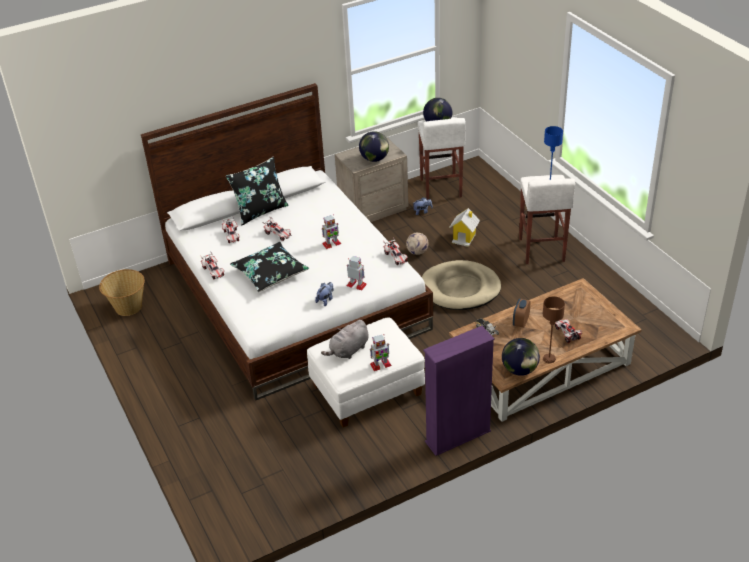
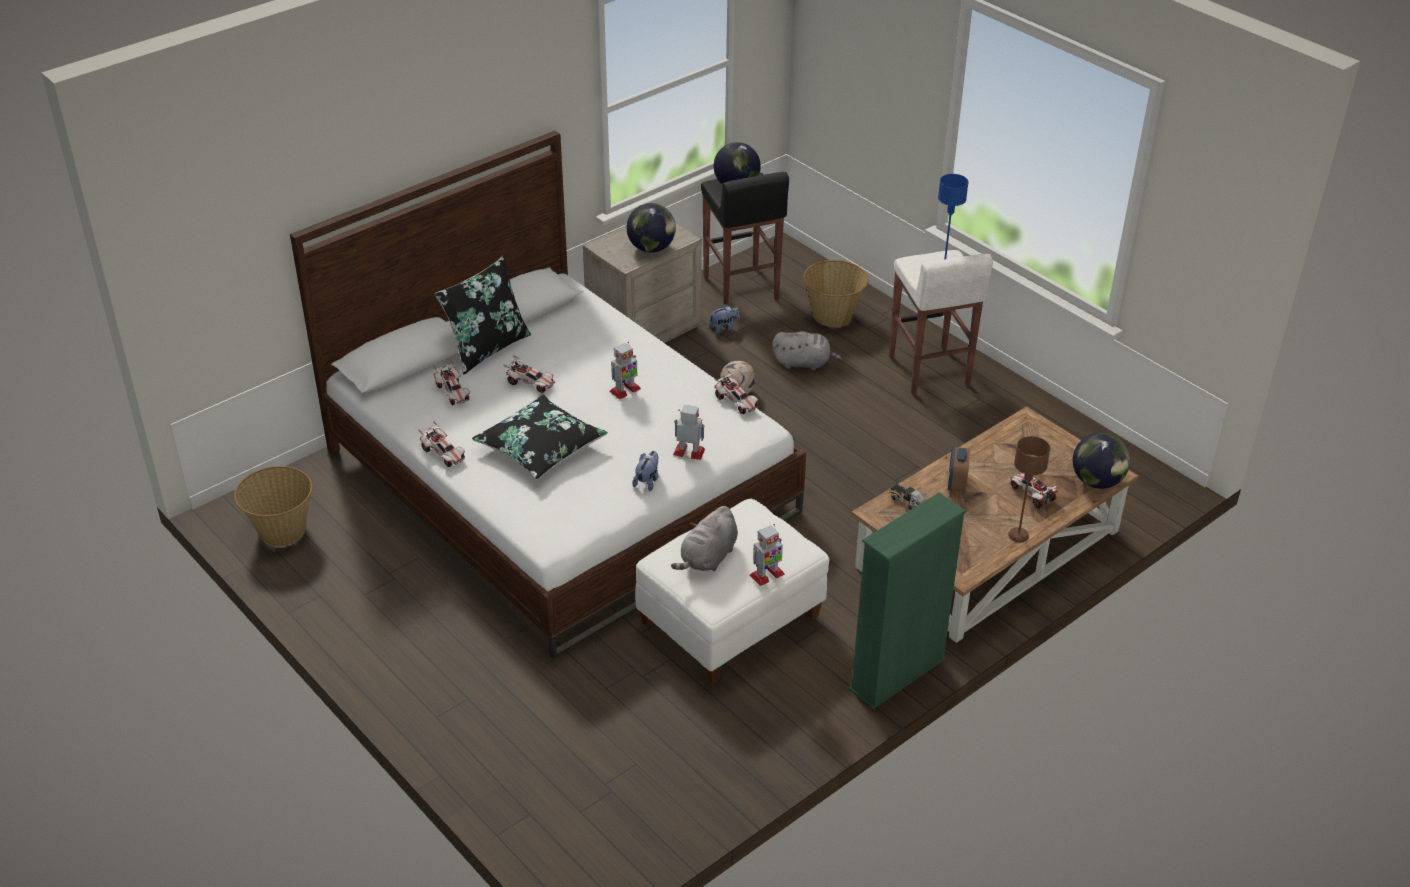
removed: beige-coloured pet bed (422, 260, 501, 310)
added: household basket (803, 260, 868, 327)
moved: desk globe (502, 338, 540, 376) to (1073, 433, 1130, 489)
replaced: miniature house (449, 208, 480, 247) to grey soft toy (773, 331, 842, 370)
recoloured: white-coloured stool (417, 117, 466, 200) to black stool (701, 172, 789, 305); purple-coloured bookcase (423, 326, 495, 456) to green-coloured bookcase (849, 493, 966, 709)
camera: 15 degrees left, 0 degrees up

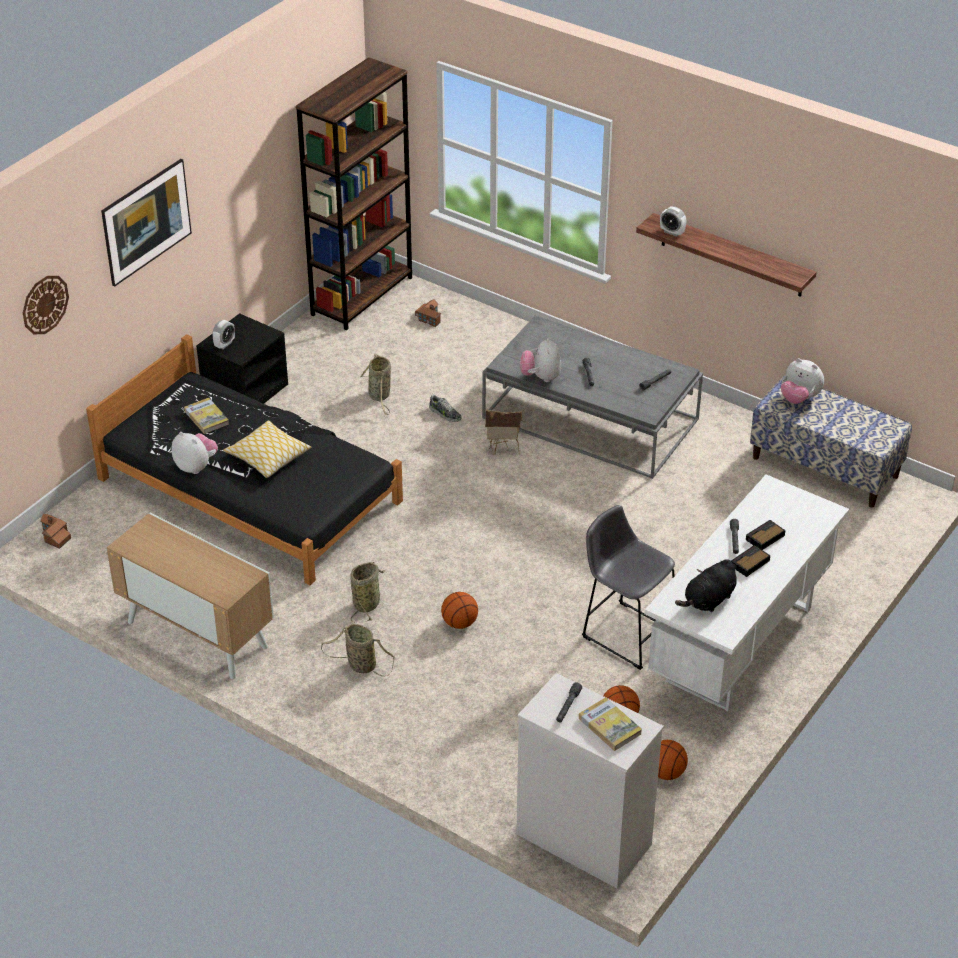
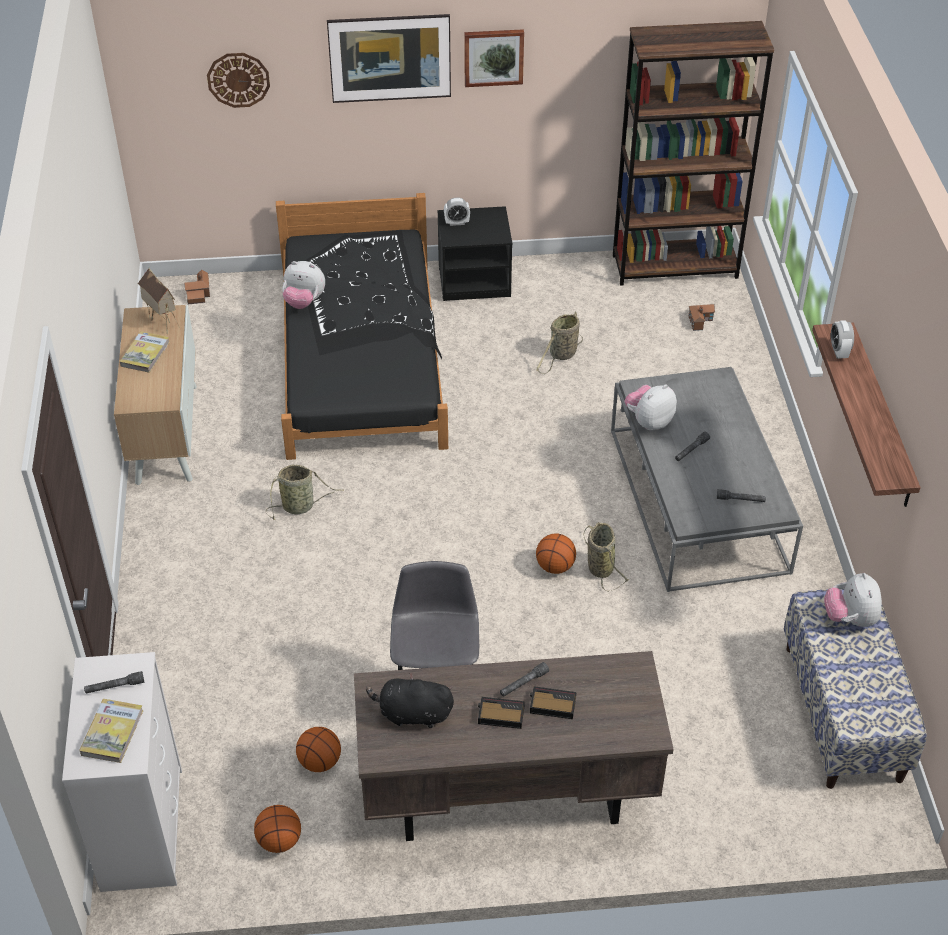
removed: shoe (429, 394, 462, 422); cushion (223, 420, 311, 478)
added: wall picture (464, 29, 524, 87)
moved: bound book (184, 398, 229, 434) to (120, 331, 170, 373); miniature house (485, 410, 522, 455) to (137, 268, 180, 334); basketball (441, 592, 478, 629) to (536, 534, 576, 574); household basket (321, 624, 395, 677) to (583, 522, 629, 591)
recoloured: white-coloured desk table (645, 474, 849, 711) to brown desk table (354, 651, 674, 841)
turned: soft toy (171, 432, 218, 474) = (282, 261, 325, 309) 105 degrees clockwise
camera: 50 degrees right, 5 degrees up

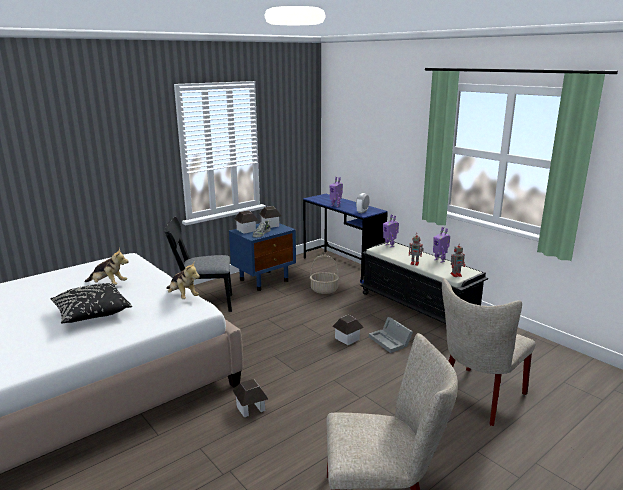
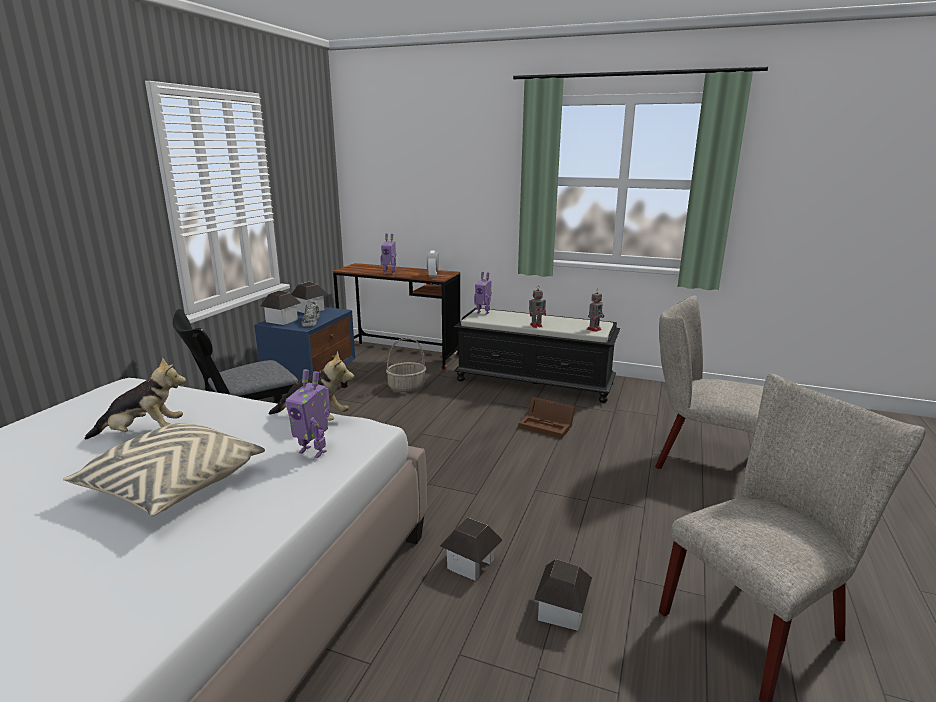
moved: robot figure (433, 227, 450, 263) to (286, 370, 330, 458); miniature house (332, 315, 364, 345) to (534, 559, 592, 631)
recoloured: bluish desk table (303, 194, 388, 284) to brown desk table (333, 263, 460, 370); black cushion (50, 283, 132, 324) to beige-coloured cushion (63, 423, 265, 516); grey storage bin (369, 317, 413, 353) to brown storage bin (519, 397, 576, 439)
turned: beige-coloured upright chair (442, 278, 535, 426) = (655, 295, 764, 469) 105 degrees clockwise
camera: 30 degrees left, 0 degrees up

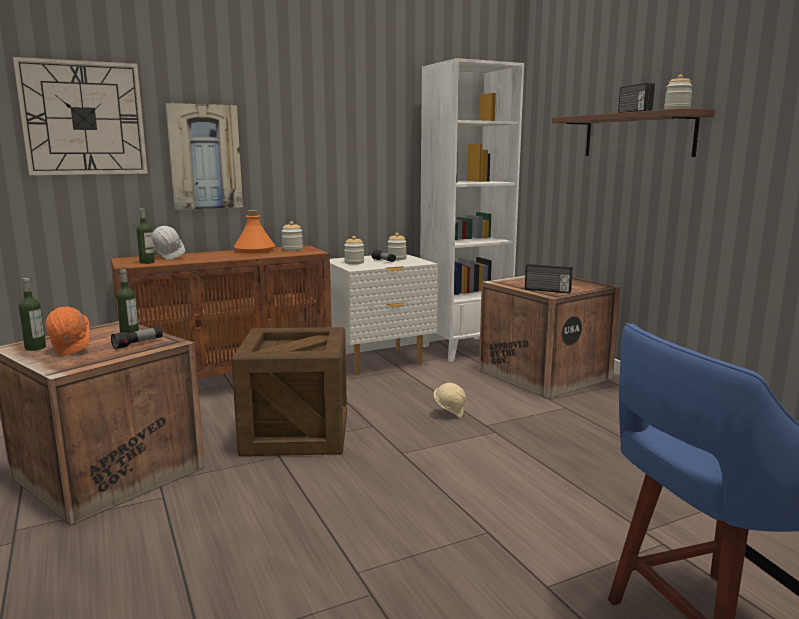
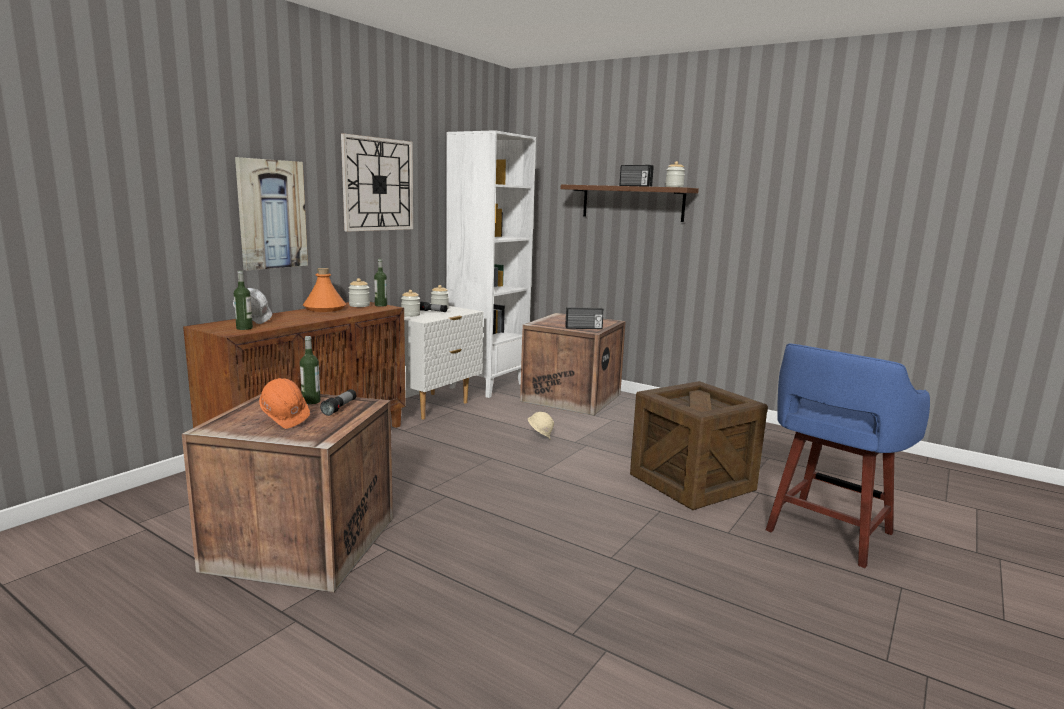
moved: clock on the wall (13, 57, 148, 175) to (341, 133, 413, 232); drink bottle (18, 278, 46, 351) to (374, 259, 387, 307); crate (231, 327, 347, 456) to (630, 381, 768, 510)
camera: 30 degrees left, 0 degrees up

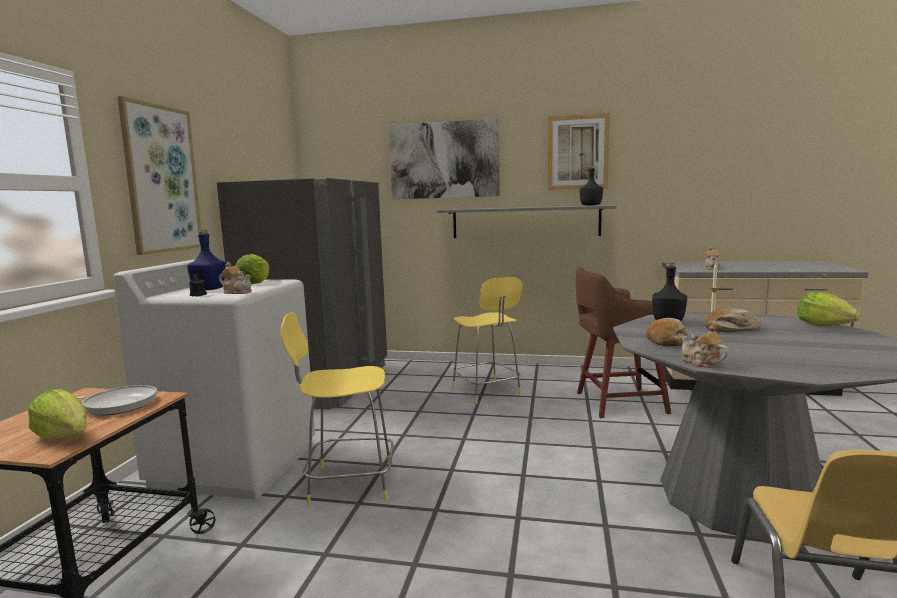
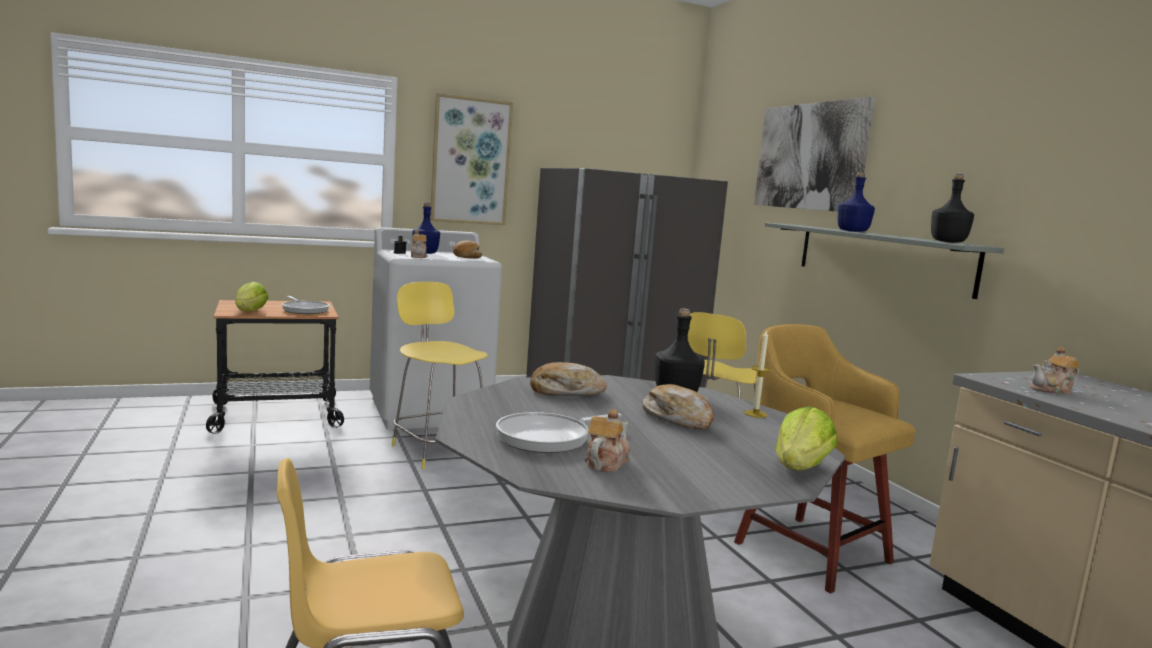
removed: wall picture (548, 113, 610, 190)
added: bluish drink bottle (838, 172, 875, 232); frying pan (496, 412, 622, 453)
moved: pot for tea (681, 325, 729, 368) to (585, 409, 630, 472)
replaced: head of lettuce (236, 254, 270, 284) to baked bread (453, 240, 482, 259)
recoloured: brown stool (576, 268, 671, 418) to yellowish stool (734, 324, 916, 593)
camera: 55 degrees right, 0 degrees up

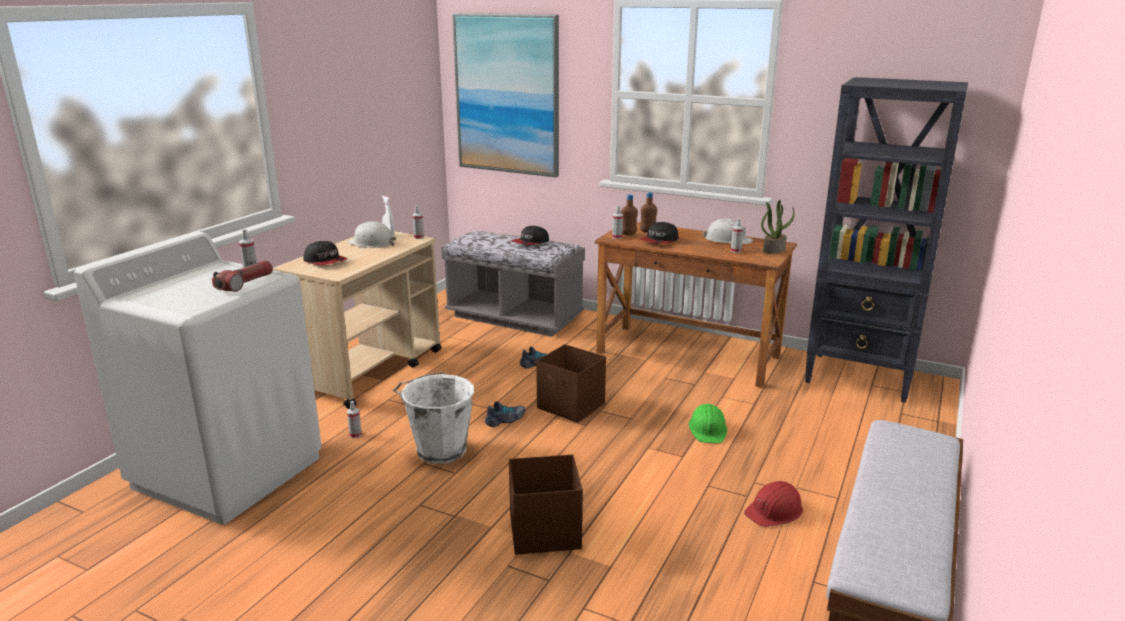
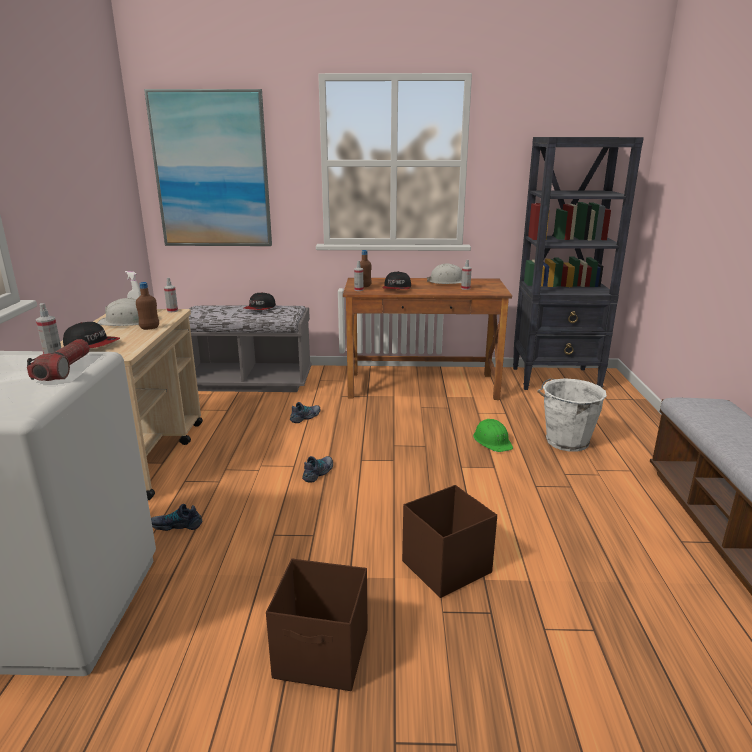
removed: houseplant (761, 200, 794, 254); red-coloured work helmet (744, 481, 803, 527)
moved: brown drink bottle (640, 192, 657, 233) to (136, 282, 159, 330); brown storage bin (536, 344, 606, 423) to (266, 559, 367, 691); white-coloured bucket (393, 372, 474, 464) to (537, 378, 607, 452)
replaced: sprayer (347, 401, 362, 438) to shoe (151, 504, 202, 531)
camera: 25 degrees left, 0 degrees up

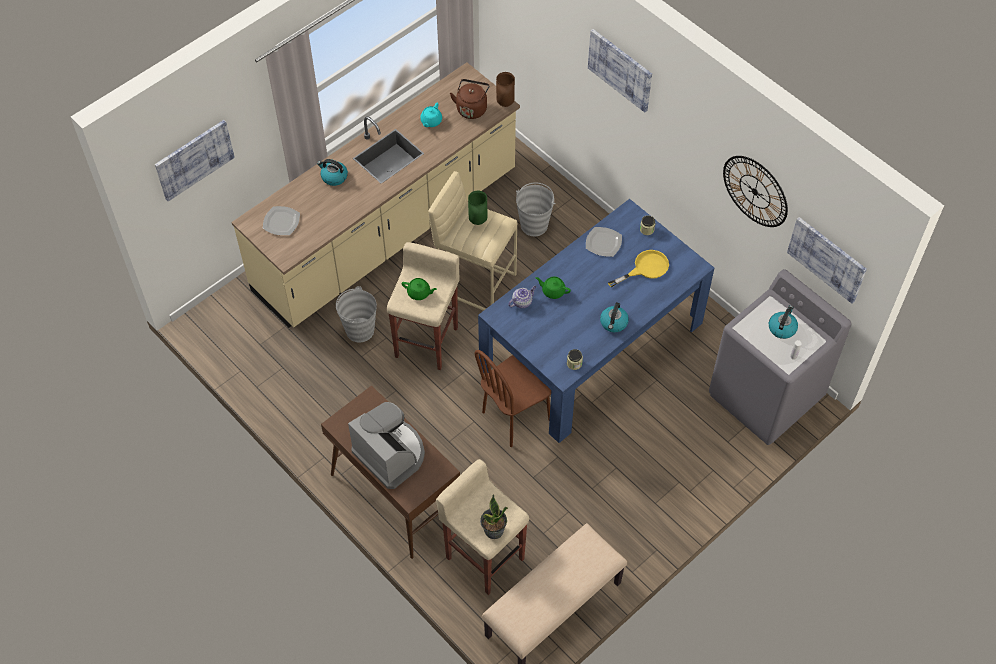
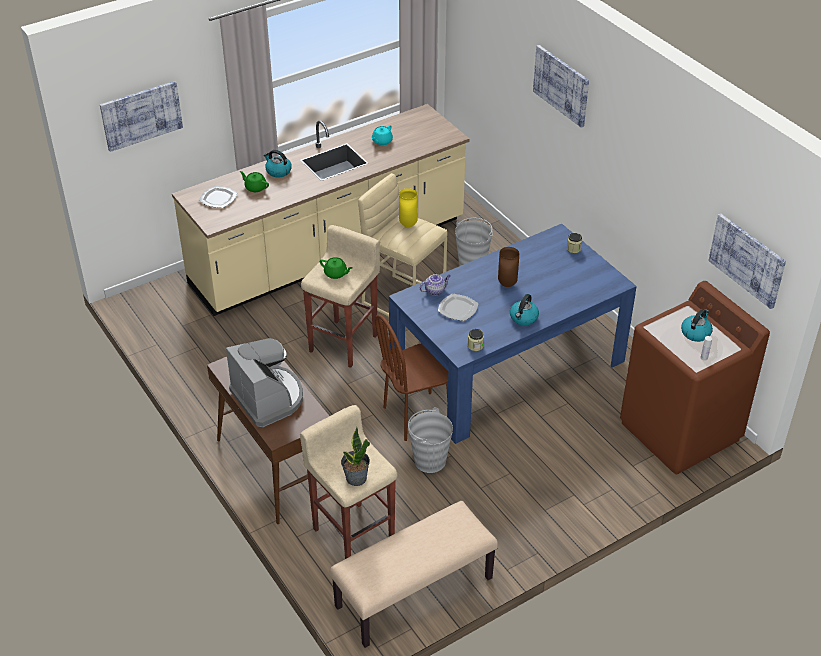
removed: brown tea kettle (450, 79, 490, 119); clock on the wall (723, 156, 788, 227); yellowish frying pan (608, 250, 669, 287)
moved: brown vase (496, 72, 515, 107) to (498, 247, 519, 287); flat dish (586, 227, 622, 257) to (438, 294, 479, 321); green-coloured pot for tea (535, 276, 571, 299) to (240, 171, 269, 192); grey bucket (336, 286, 377, 343) to (408, 407, 453, 473)
recoloured: green-coloured vase (468, 191, 487, 225) to yellowish vase (399, 188, 418, 227); grey laundry appliance (709, 269, 852, 445) to brown laundry appliance (620, 281, 770, 474)
camera: 10 degrees right, 15 degrees down

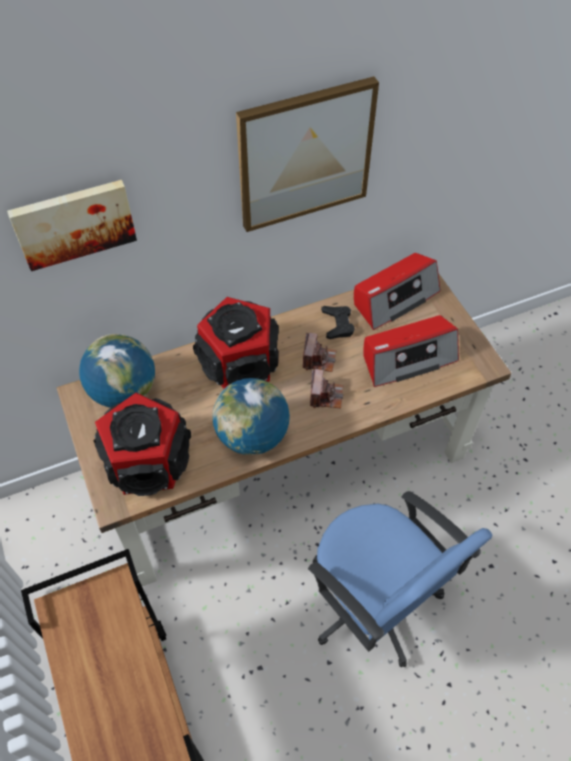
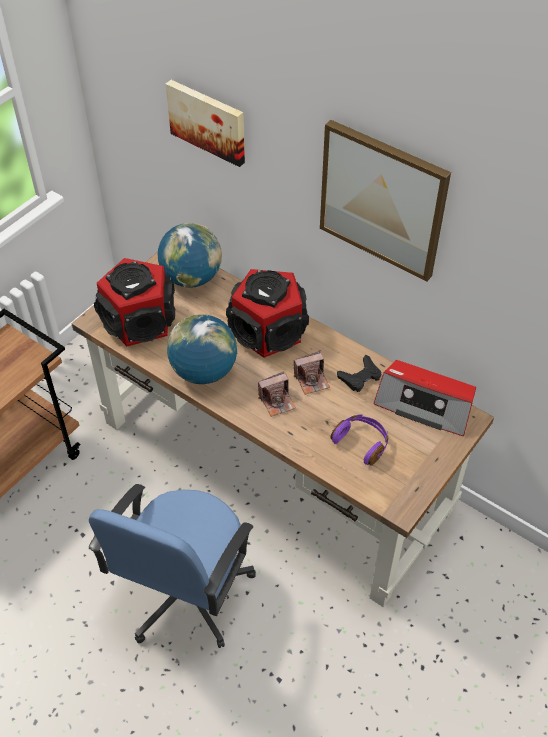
replaced: radio (364, 315, 459, 387) to purple-coloured headset (331, 414, 388, 466)
camera: 60 degrees right, 5 degrees down

